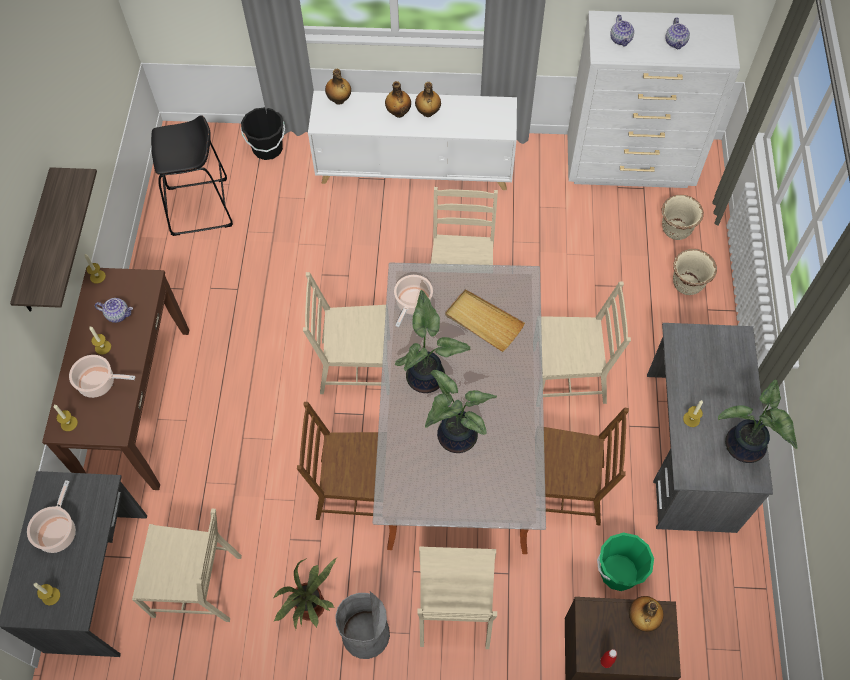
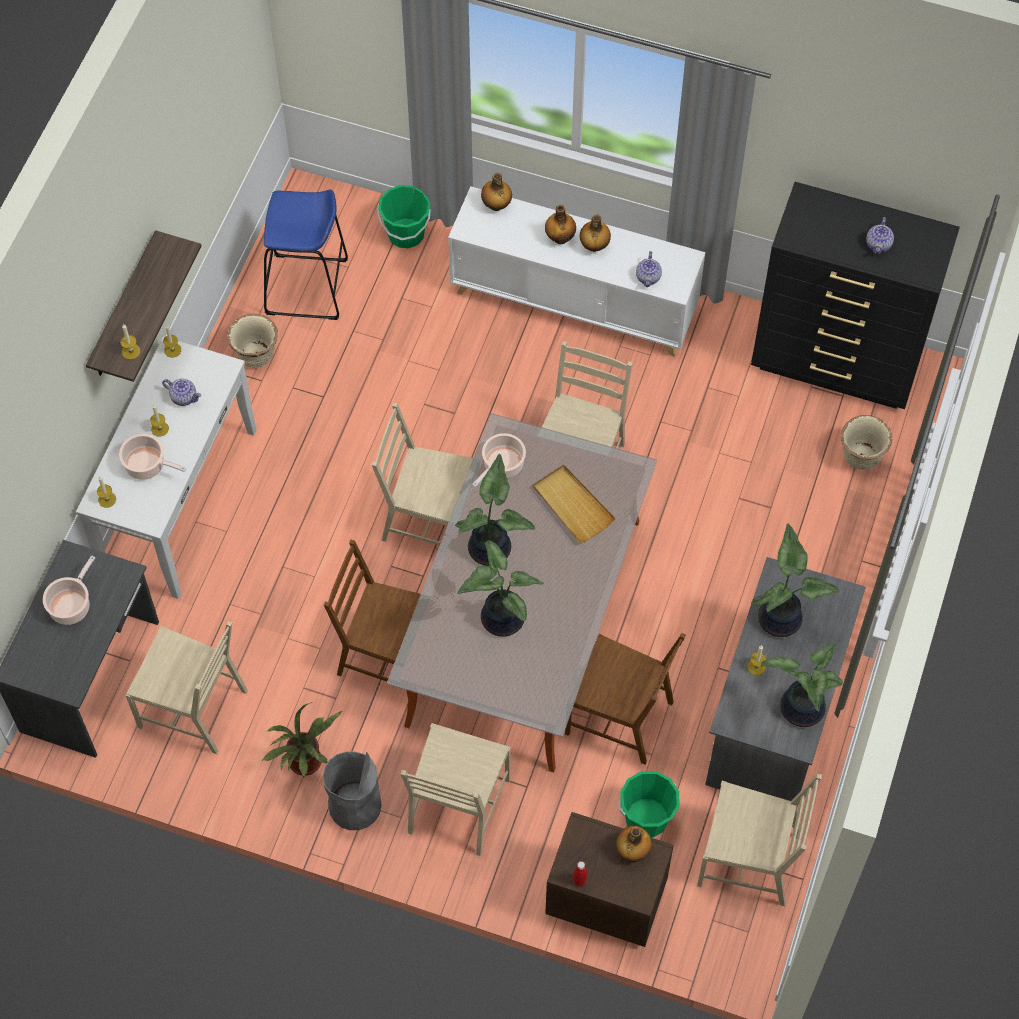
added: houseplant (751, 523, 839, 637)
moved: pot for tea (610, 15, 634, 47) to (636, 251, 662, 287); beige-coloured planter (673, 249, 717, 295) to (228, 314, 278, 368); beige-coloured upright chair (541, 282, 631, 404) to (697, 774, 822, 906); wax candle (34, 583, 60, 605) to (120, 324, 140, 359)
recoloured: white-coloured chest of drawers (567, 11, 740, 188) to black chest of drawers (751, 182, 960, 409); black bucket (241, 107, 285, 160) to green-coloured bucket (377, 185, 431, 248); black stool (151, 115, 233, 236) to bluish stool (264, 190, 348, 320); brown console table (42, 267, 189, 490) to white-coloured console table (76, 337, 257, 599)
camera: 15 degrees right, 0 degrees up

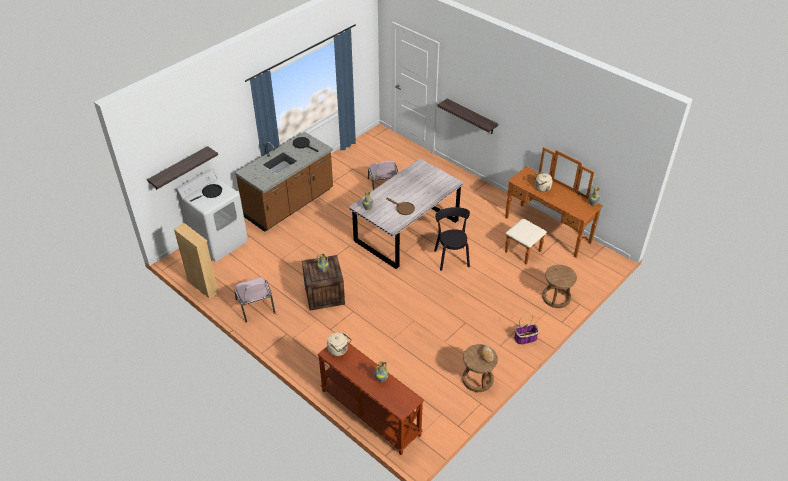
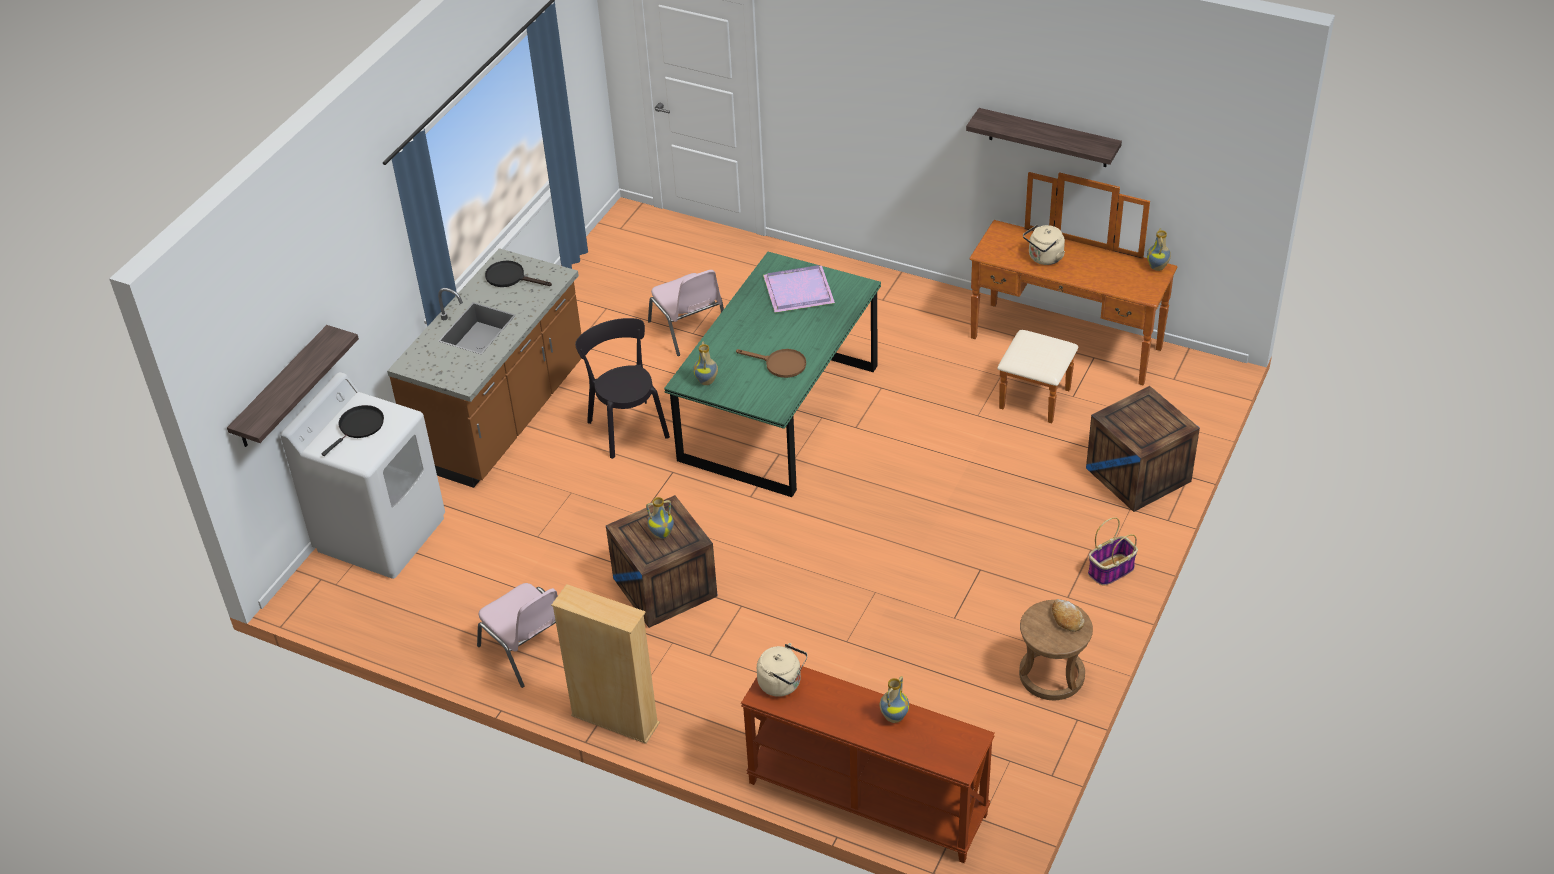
added: purple-coloured serving tray (763, 265, 835, 313)
moved: shelf (438, 99, 498, 134) to (966, 108, 1122, 167); black upright chair (434, 207, 470, 271) to (575, 318, 670, 459); beige-coloured bookcase (174, 223, 219, 299) to (551, 584, 660, 744)
replaced: brown stool (542, 265, 577, 308) to crate (1086, 386, 1200, 512)
recoloured: grey dinner table (349, 158, 464, 269) to green-coloured dinner table (664, 252, 881, 497)
camera: 15 degrees left, 0 degrees up

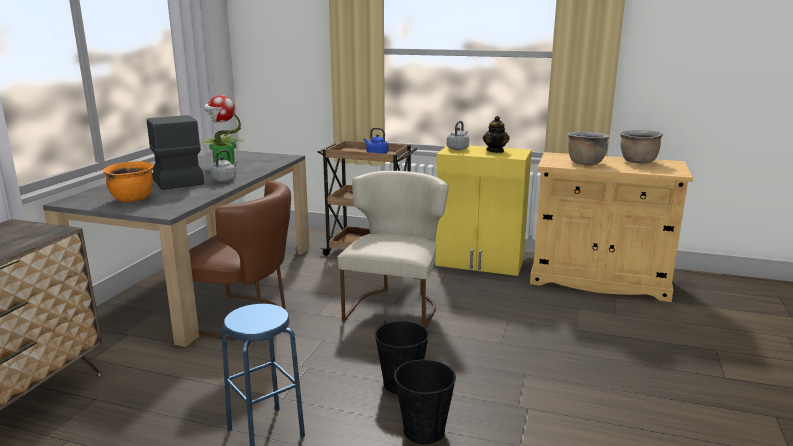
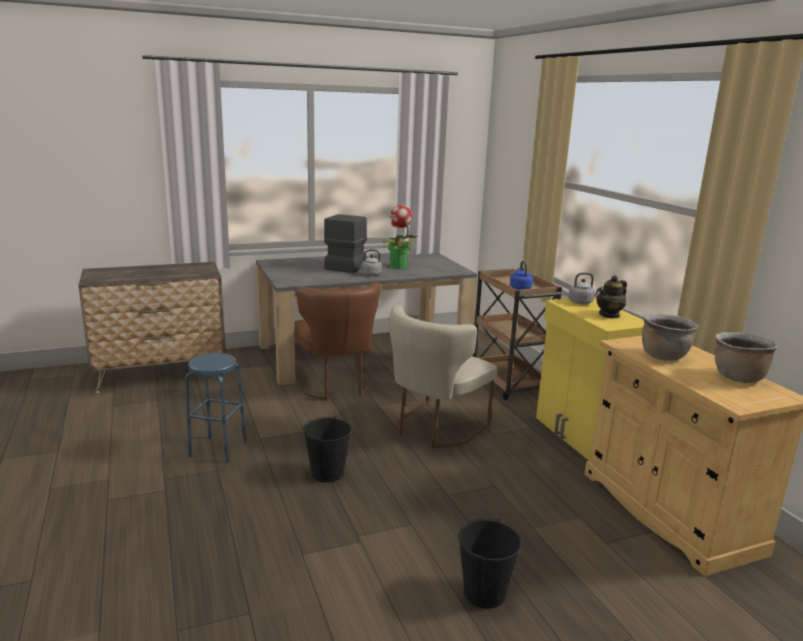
removed: orange cooking pot (103, 161, 153, 202)
moved: black bucket (394, 358, 456, 444) to (458, 518, 522, 609)
turned: beige-coloured upright chair (338, 171, 449, 329) = (389, 305, 497, 448) 150 degrees clockwise
camera: 50 degrees right, 0 degrees up

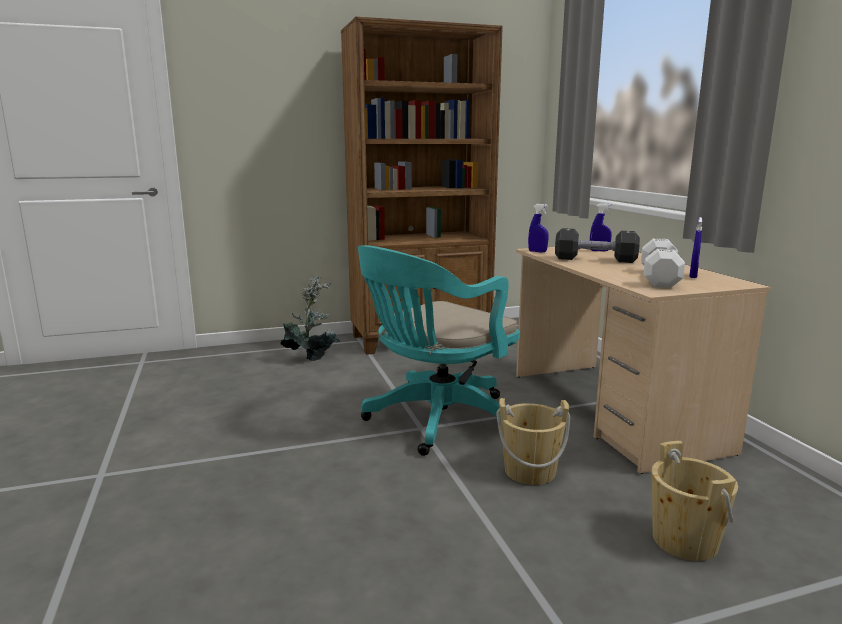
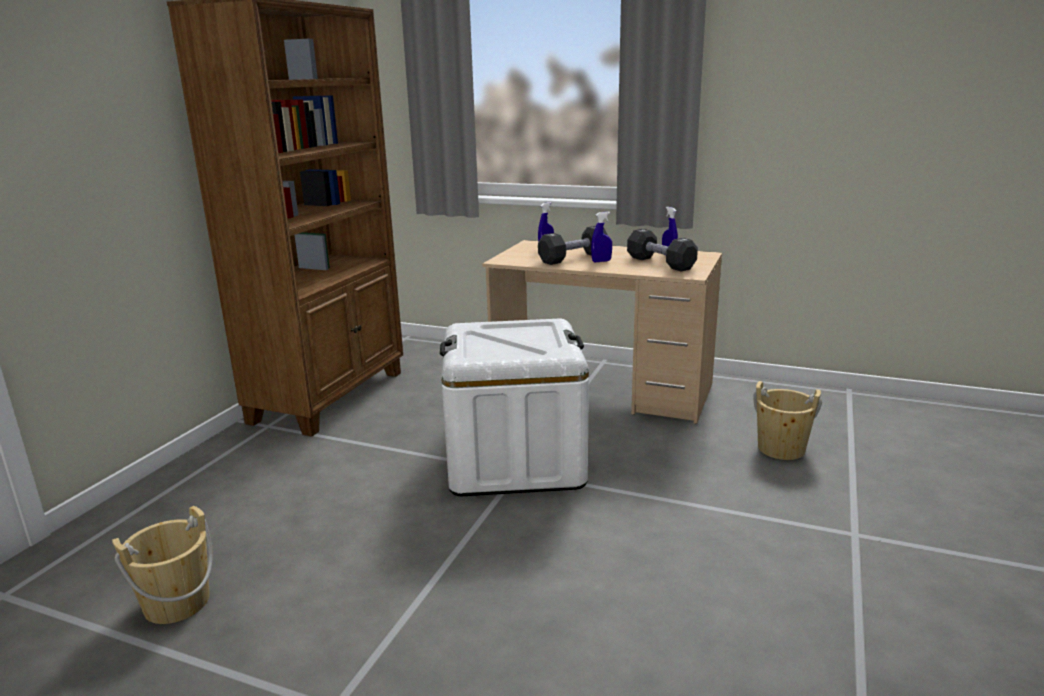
removed: houseplant (280, 276, 340, 361)
moved: bluish sprayer (528, 204, 549, 253) to (591, 212, 612, 262); beige-coloured bucket (497, 398, 570, 485) to (112, 506, 213, 624)
replaced: blue-green desk chair (358, 245, 520, 456) to white-coloured storage bin (440, 319, 589, 496)
recoloured: white-coloured dumbbell (641, 238, 685, 288) to black dumbbell (627, 229, 698, 271)
camera: 50 degrees left, 5 degrees up

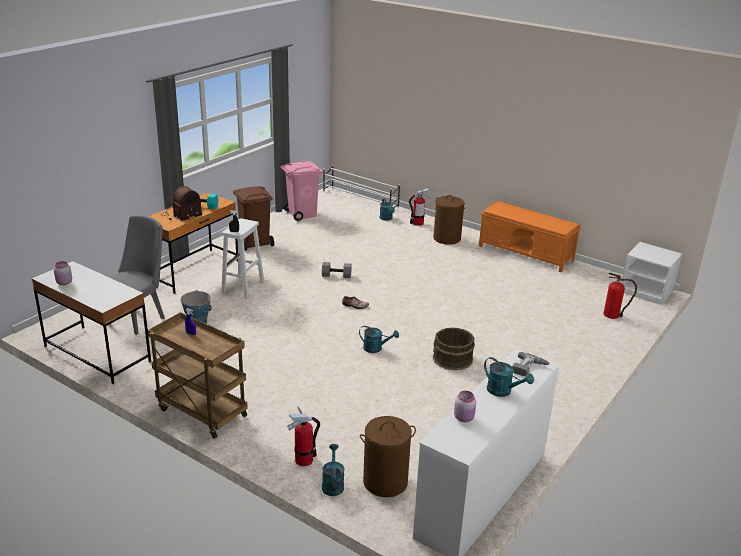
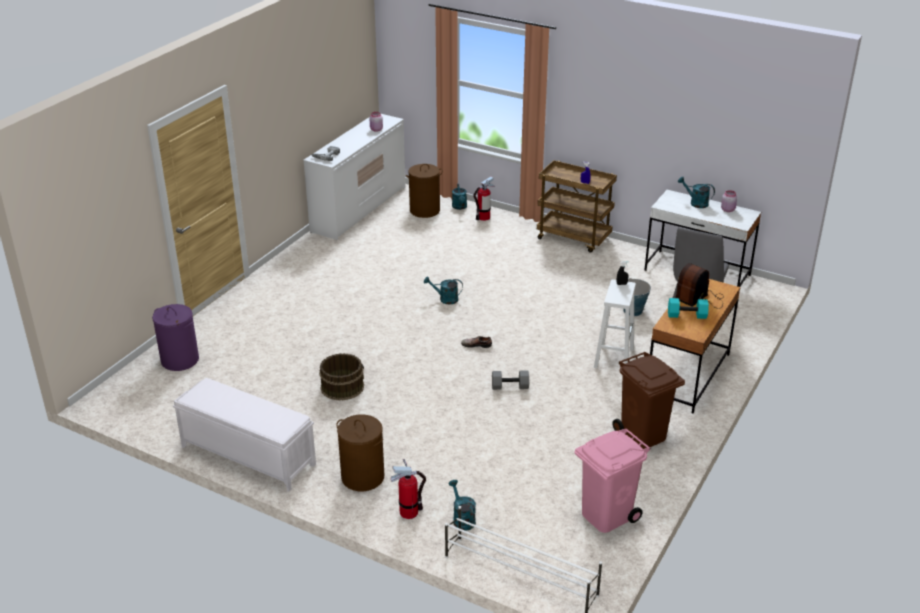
removed: white-coloured night table (622, 242, 682, 305)
moved: brown bucket (433, 327, 475, 370) to (319, 353, 364, 401); blue-green sprinkling can (484, 357, 534, 397) to (678, 177, 715, 208)
replaced: fire extinguisher (603, 273, 637, 319) to purple-coloured hamper (152, 304, 199, 371)
recoloured: orange long seat (479, 201, 581, 273) to white-coloured long seat (173, 378, 316, 492)
camera: 175 degrees right, 5 degrees up

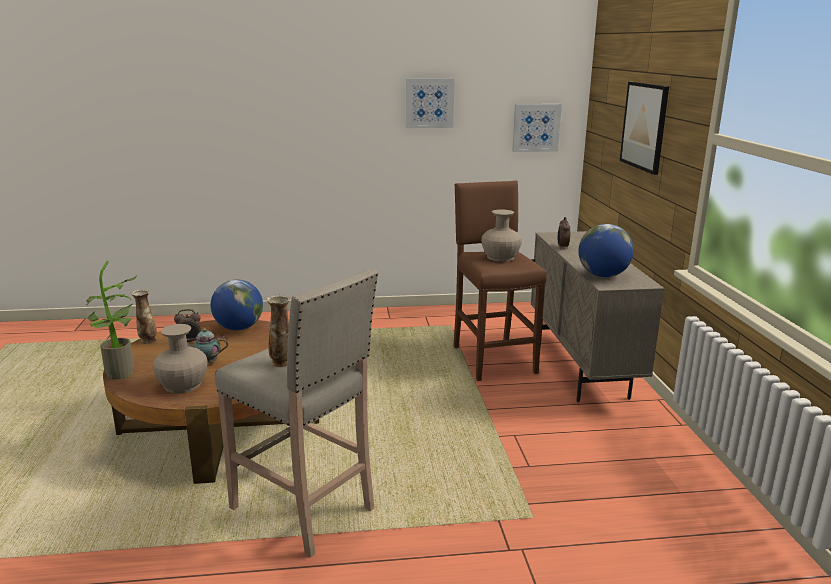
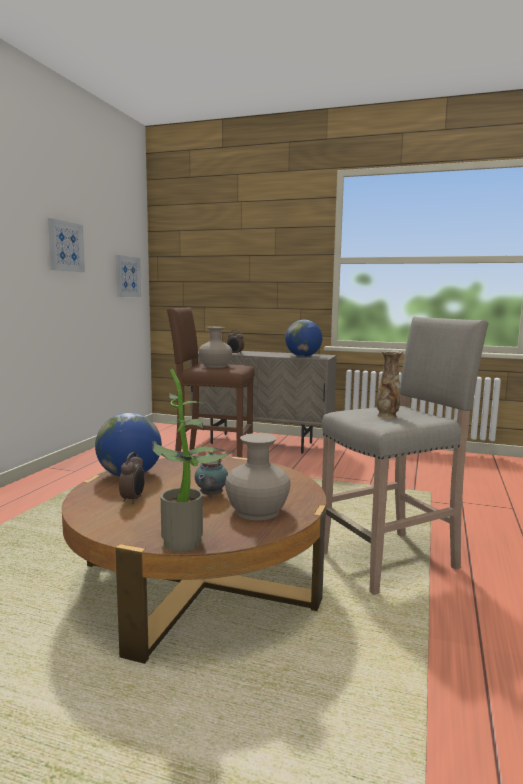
removed: wall picture (620, 82, 669, 175); vase (131, 289, 157, 344)
camera: 65 degrees left, 10 degrees down

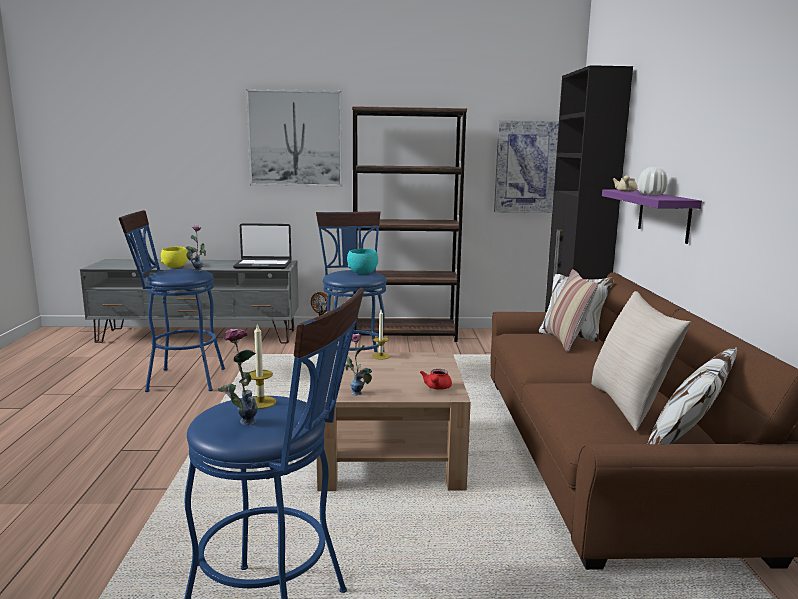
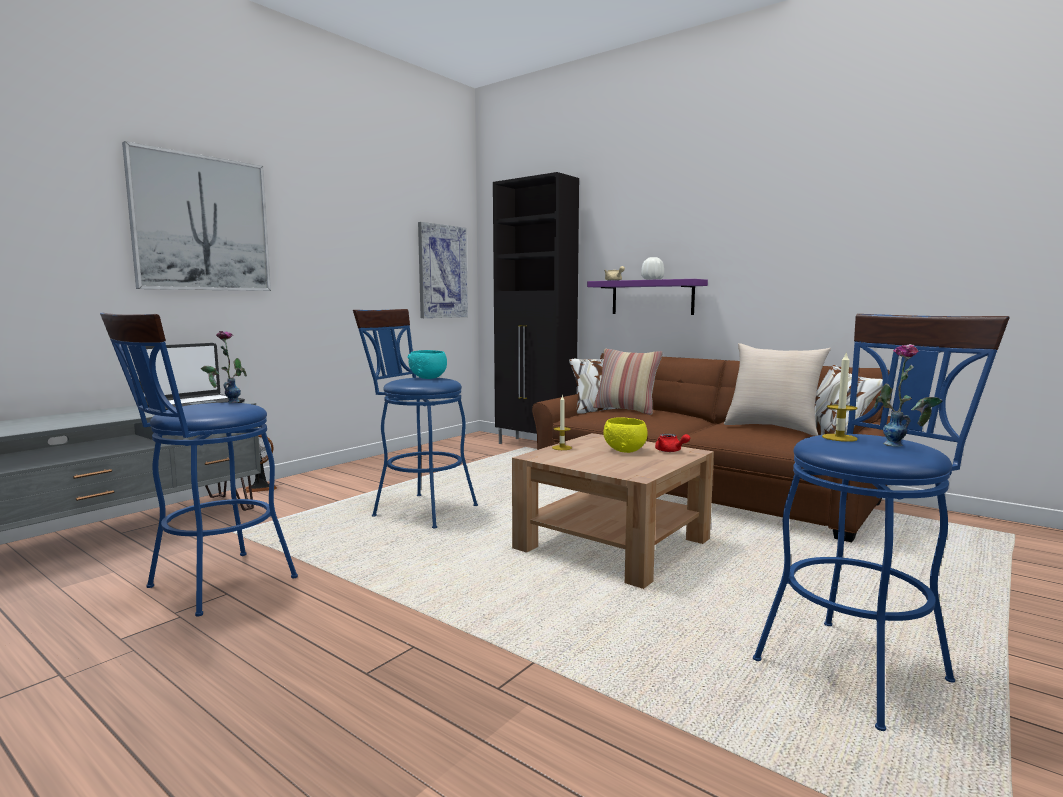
removed: brown bookcase (352, 106, 467, 342); vase (345, 333, 372, 395)
moved: yellowish bowl (161, 247, 188, 268) to (603, 417, 648, 453)
camera: 50 degrees left, 5 degrees down

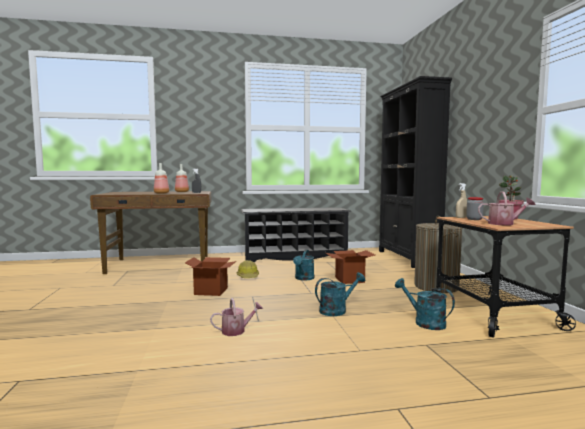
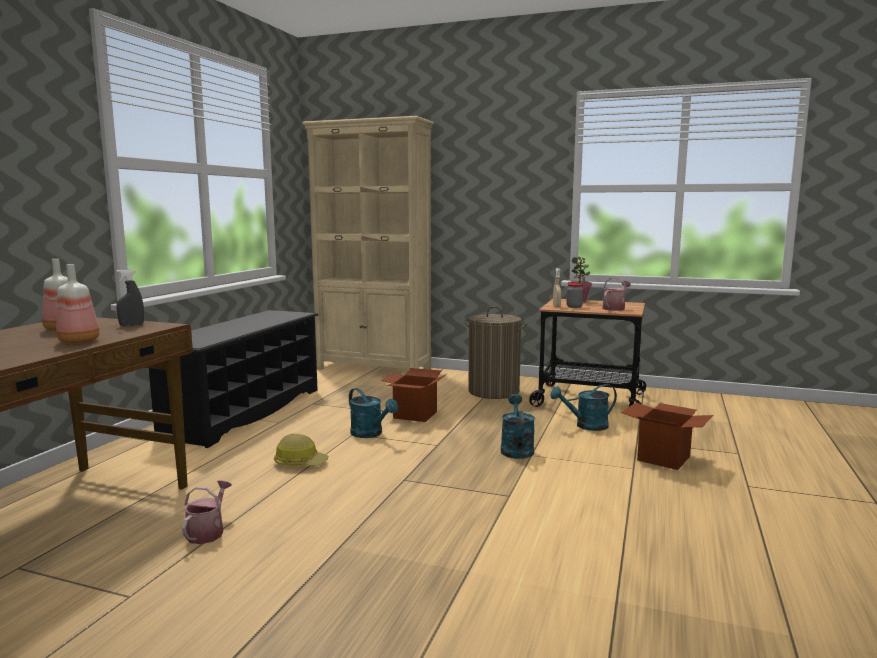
moved: carton (185, 257, 236, 296) to (621, 402, 714, 470); sprinkling can (210, 298, 263, 336) to (182, 480, 232, 544)
recoloured: black bookcase (379, 76, 452, 268) to beige-coloured bookcase (302, 116, 434, 370)
camera: 60 degrees left, 5 degrees up

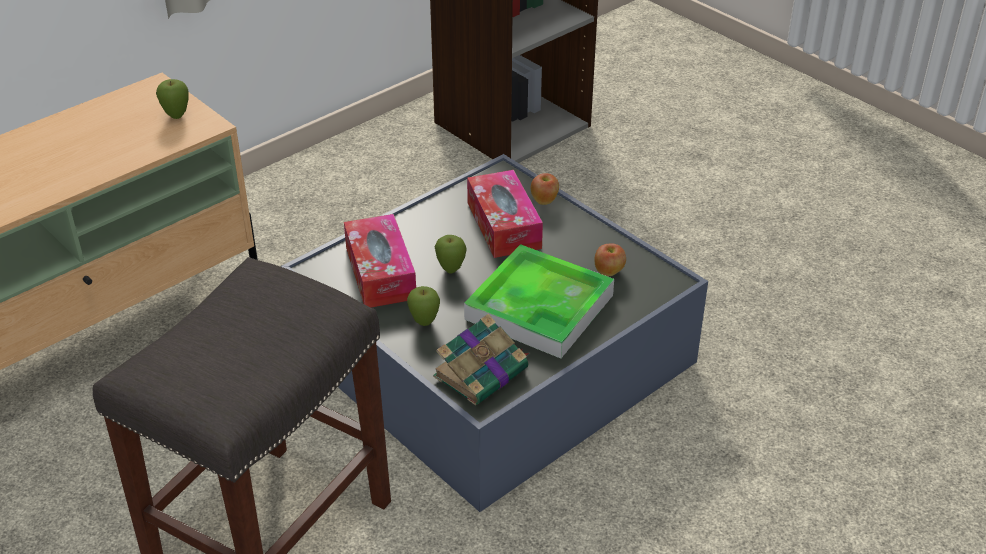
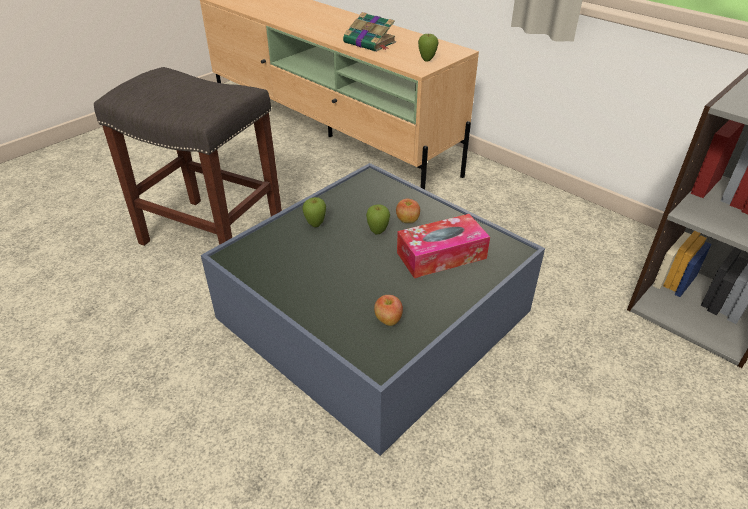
removed: tissue box (344, 214, 416, 308); serving tray (464, 244, 614, 359)
moved: apple (531, 173, 559, 205) to (396, 199, 420, 223); bound book (433, 314, 529, 405) to (343, 12, 396, 52)
camera: 85 degrees right, 0 degrees up

